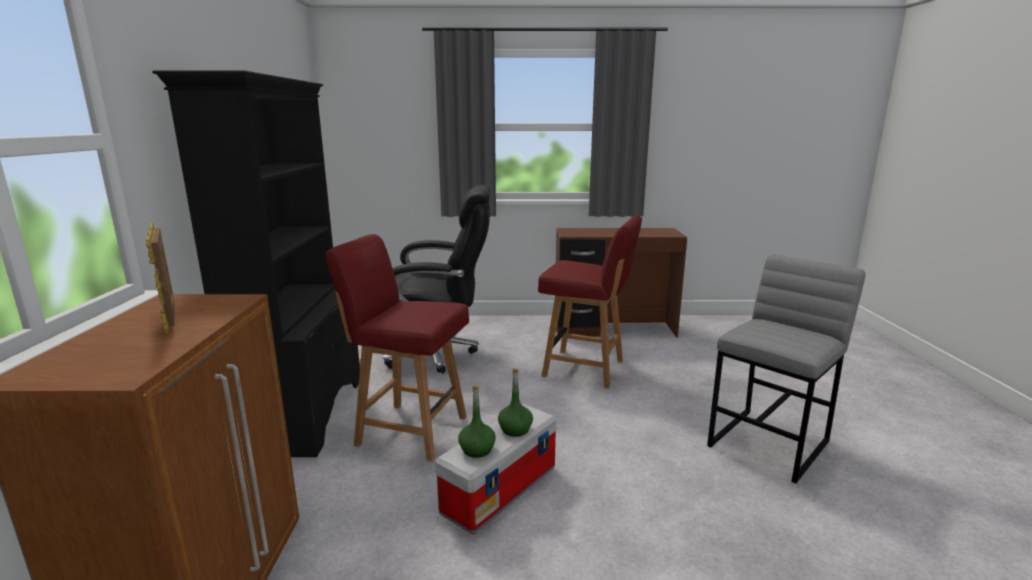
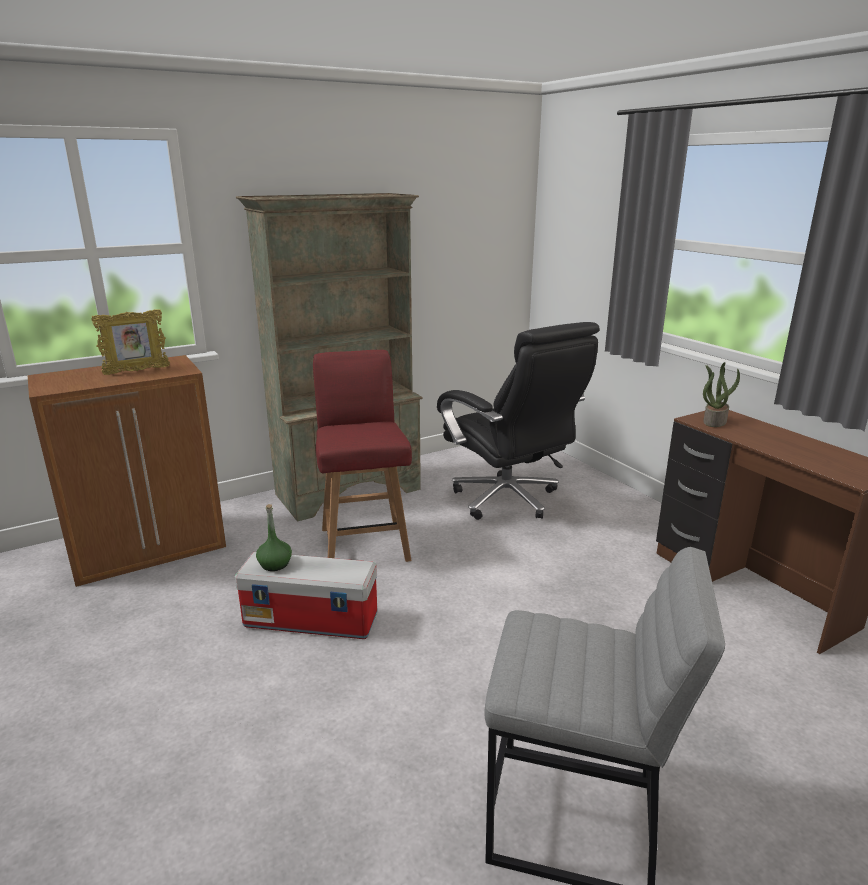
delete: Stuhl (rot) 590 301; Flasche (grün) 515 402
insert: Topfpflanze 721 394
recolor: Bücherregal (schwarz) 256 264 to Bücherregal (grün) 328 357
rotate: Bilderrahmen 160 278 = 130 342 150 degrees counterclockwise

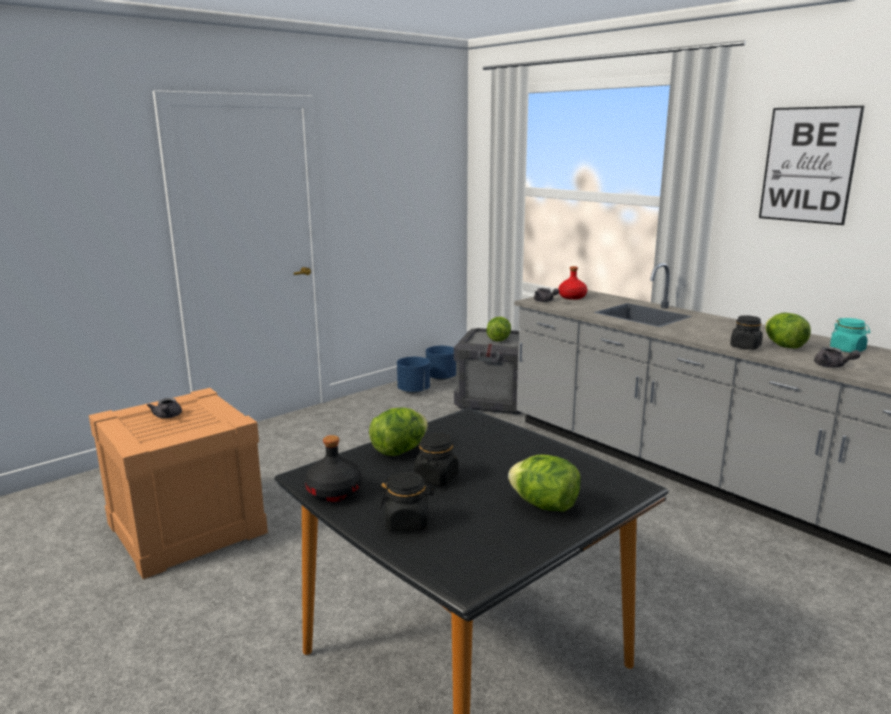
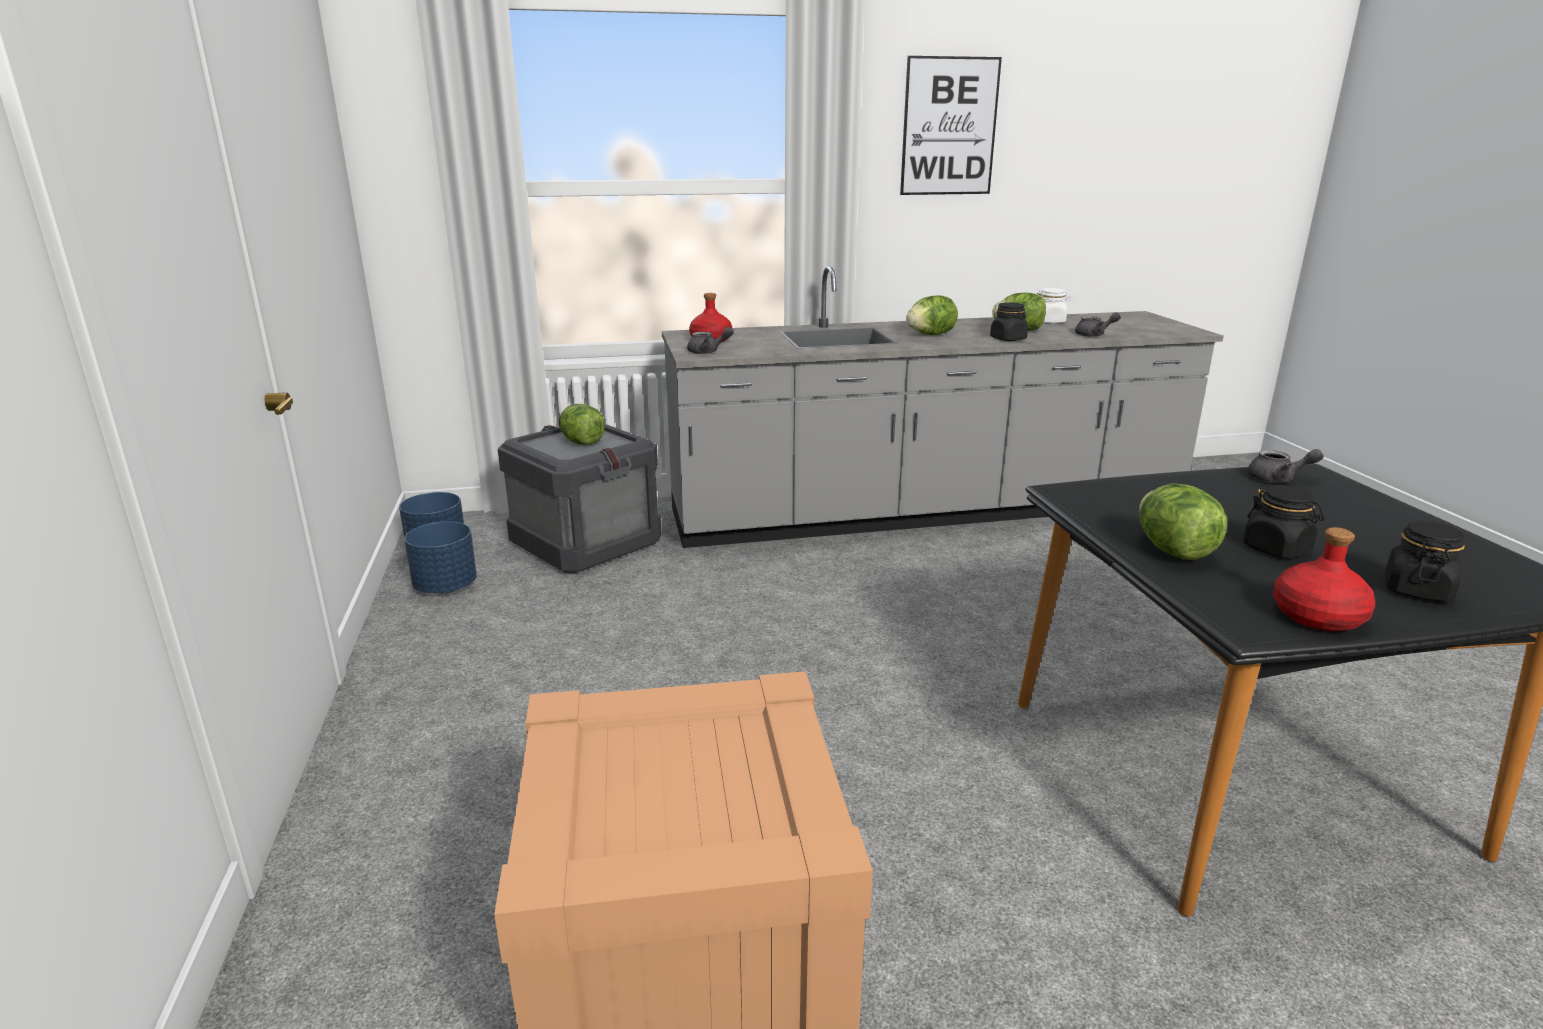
move: Teekanne (grau) 164 408 to 1285 466; Salatkopf 544 483 to 932 315
recolor: Vorratsglas (türkis) 850 335 to Vorratsglas (weiß) 1054 306; Flasche (schwarz) 333 468 to Flasche (rot) 1324 579

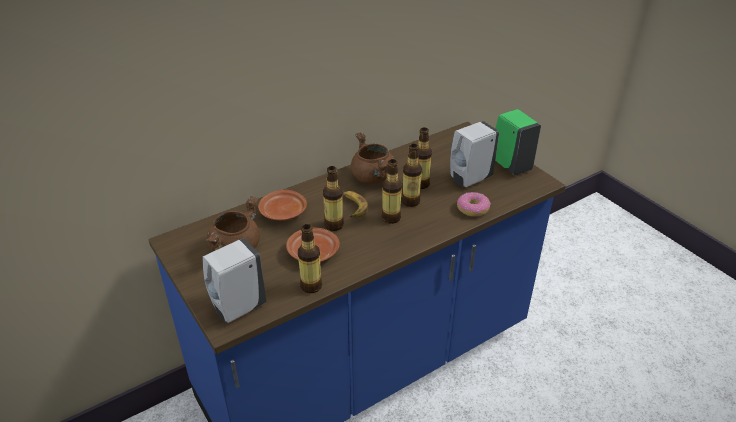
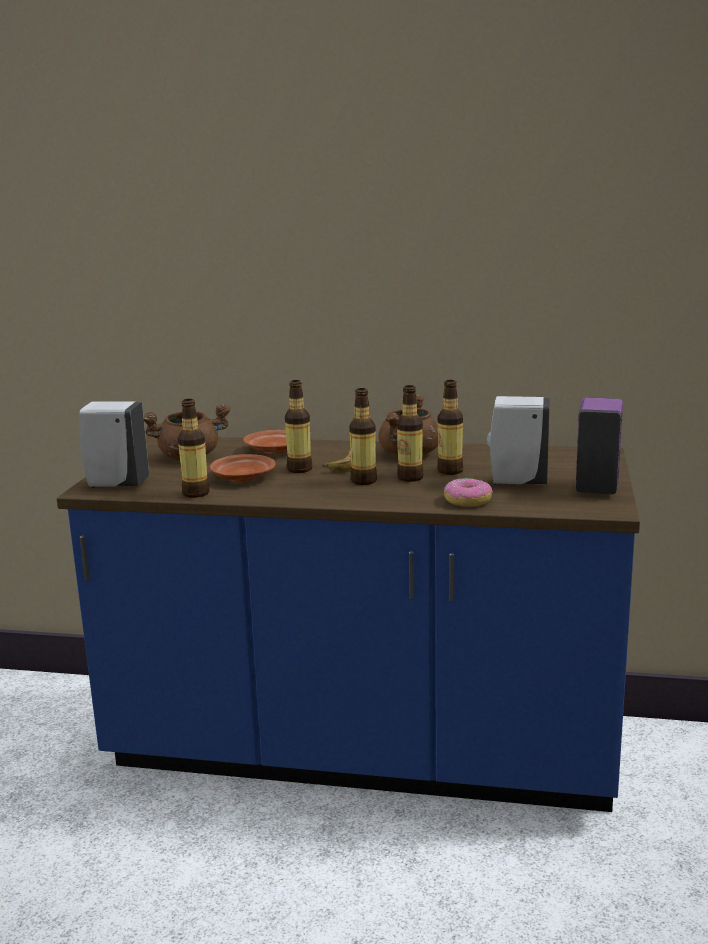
recolor: Seifenspender (grün) 518 142 to Seifenspender (lila) 599 446

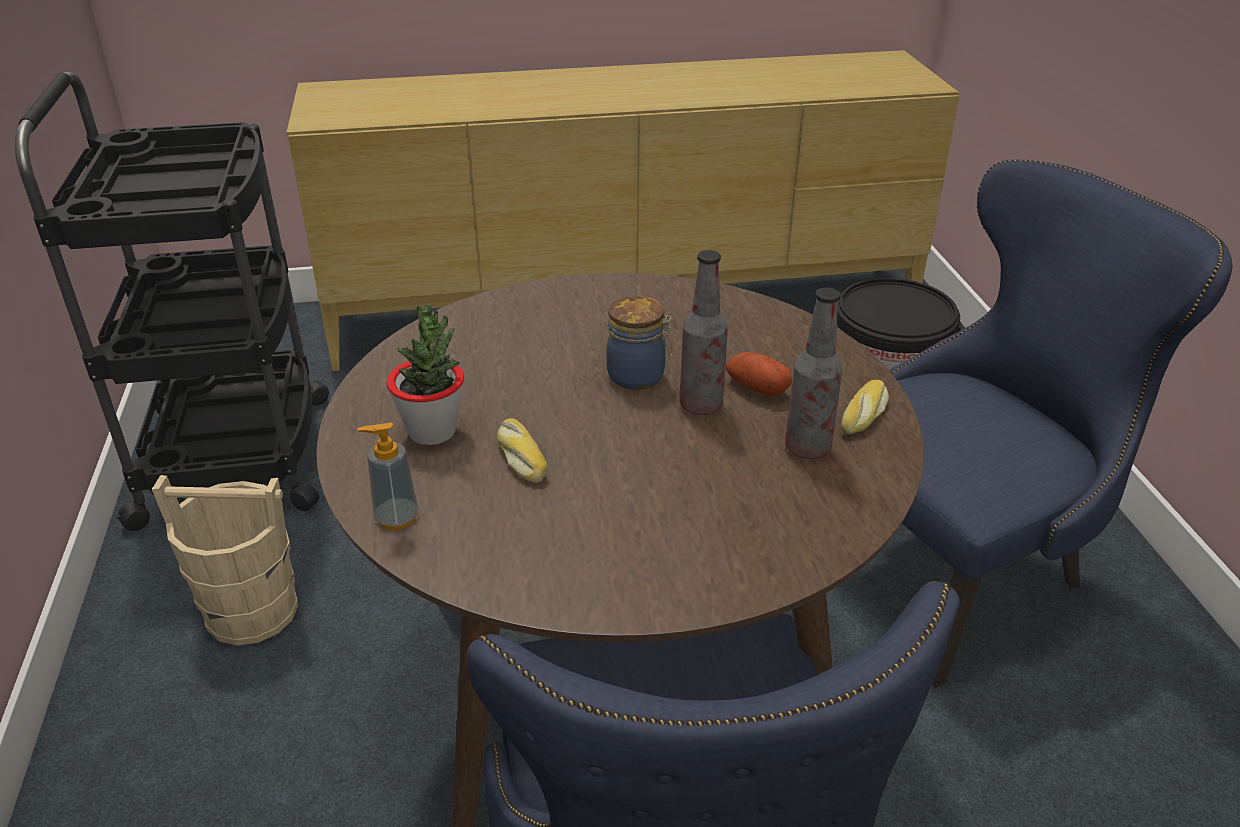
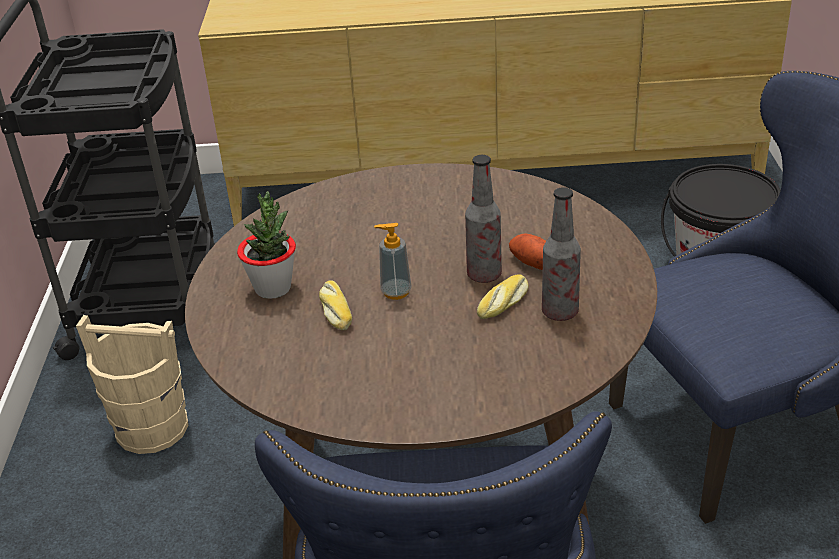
delete: Vorratsglas 639 343
move: Brot 865 407 to 503 296; Seifenspender 388 476 to 392 261

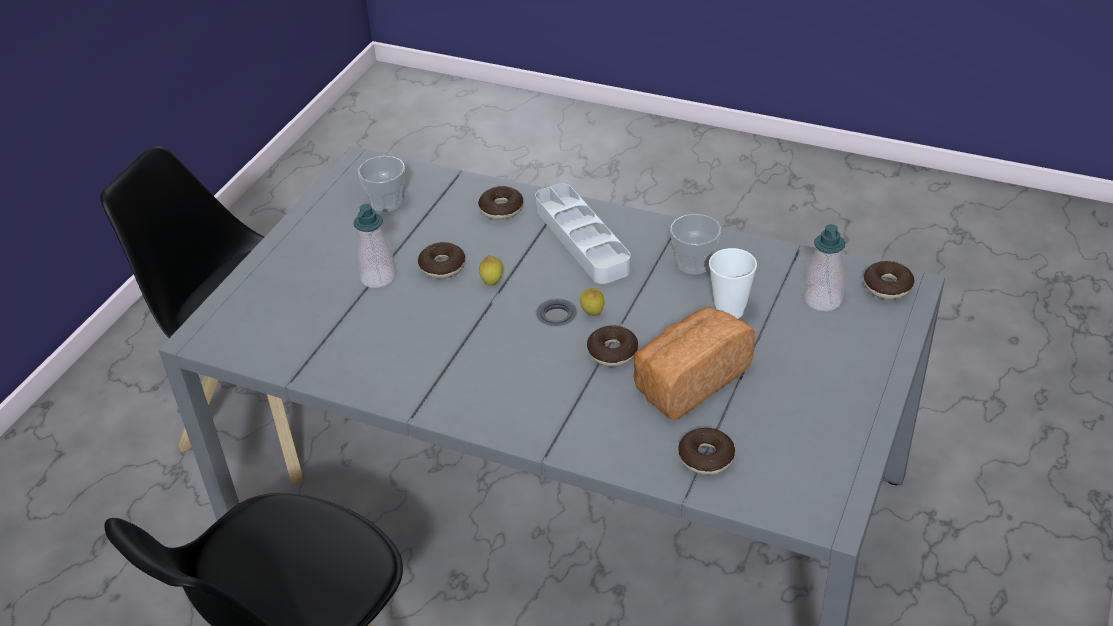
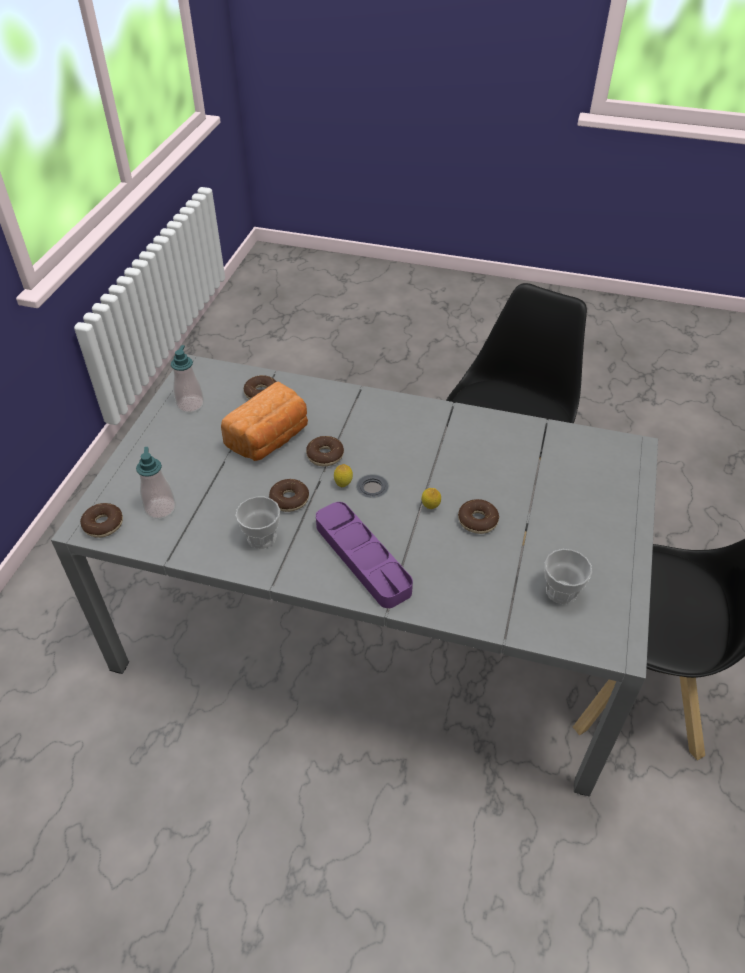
delete: Tasse 733 283
move: Donut 500 203 to 289 495; Seifenspender 374 246 to 187 379
recolor: Tablett (grau) 583 233 to Tablett (lila) 364 555

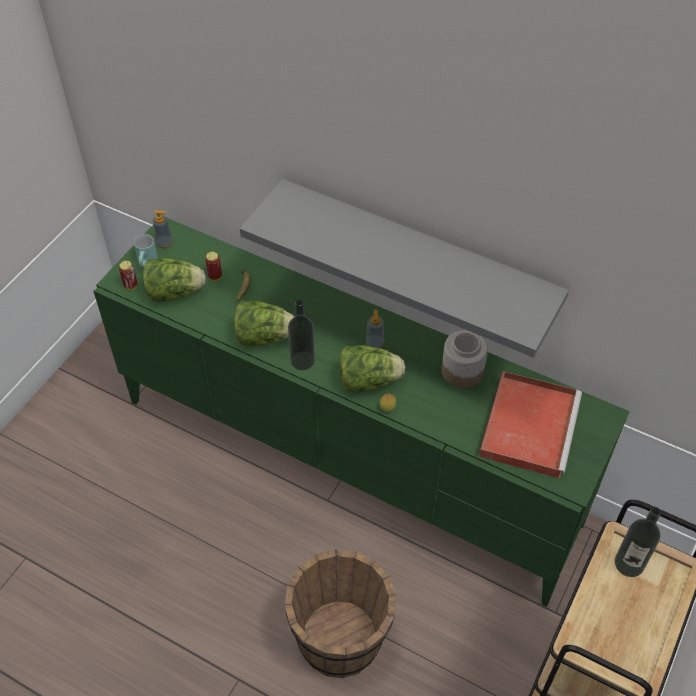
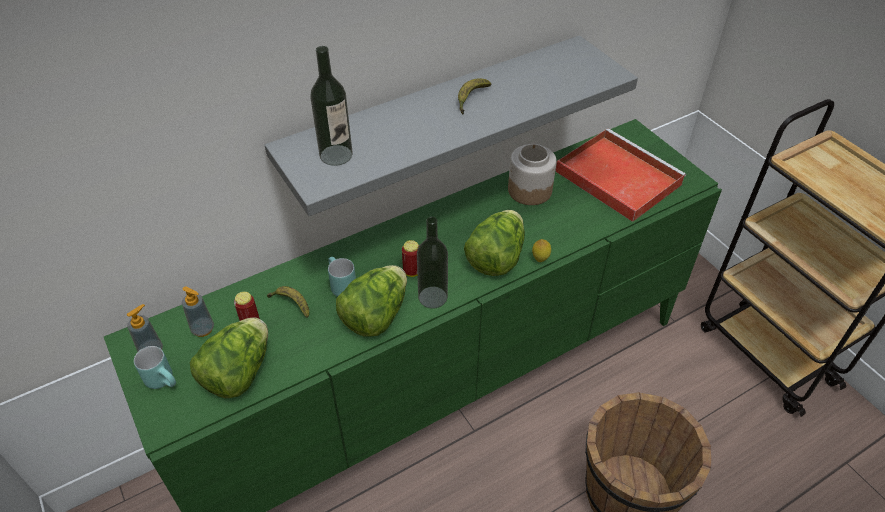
insert: Banane 475 96; Henkelbecher (türkis) 342 277
move: Dose 128 275 to 410 258; Seifenspender 375 328 to 198 311; Flasche 638 542 to 331 106

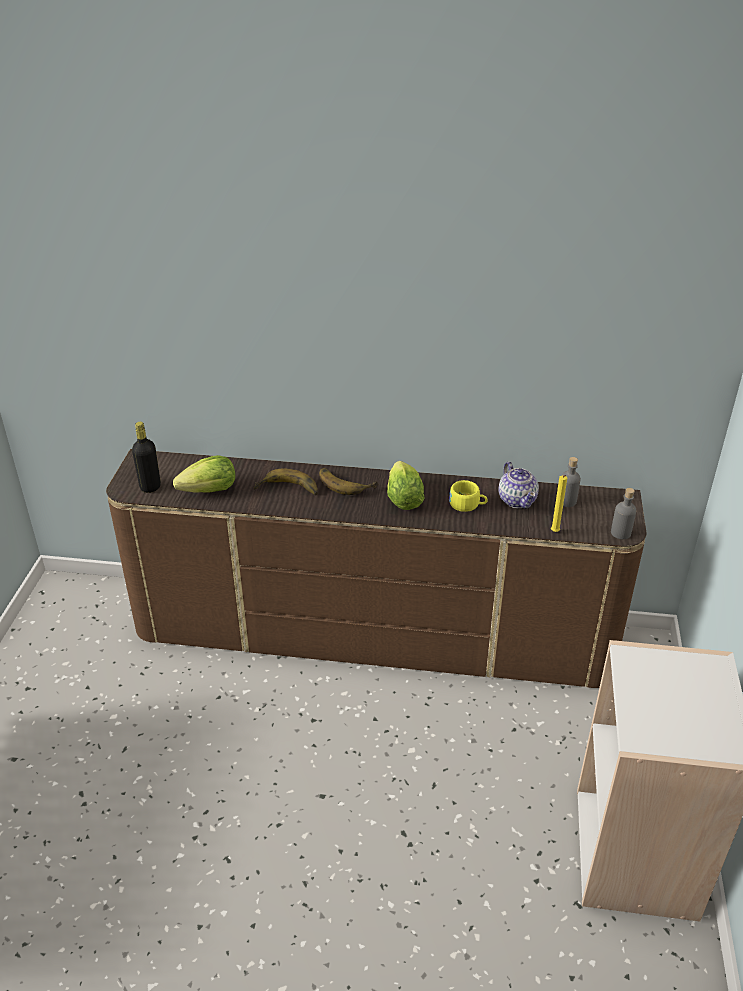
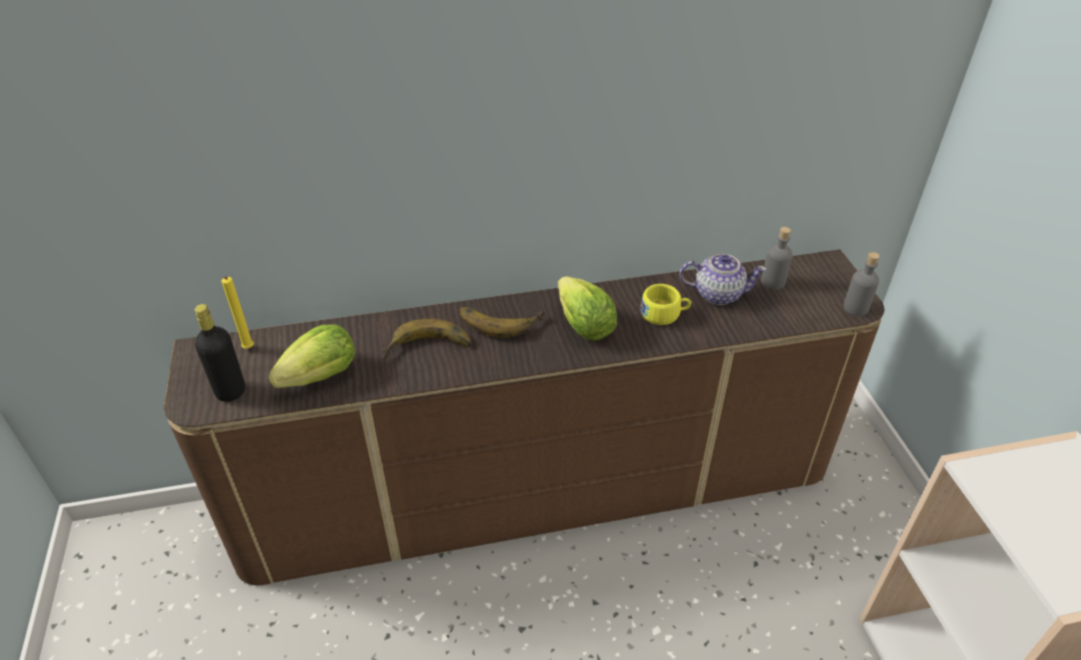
move: Kerze (gelb) 559 503 to 237 312
rotate: Teekanne 518 485 = 723 279 45 degrees counterclockwise

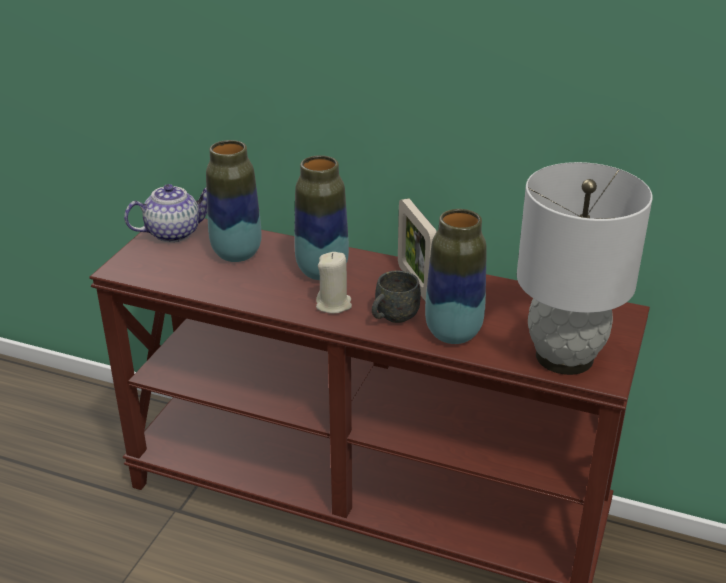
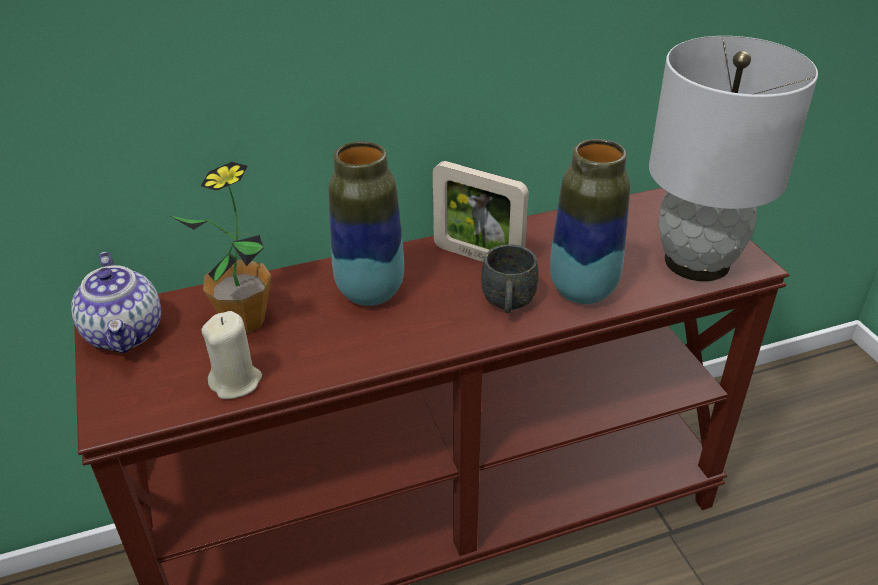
move: Kerze (beige) 334 283 to 231 355
replace: Vase 234 201 to Topfpflanze 220 247
rotate: Teekanne 165 213 = 116 303 135 degrees clockwise

